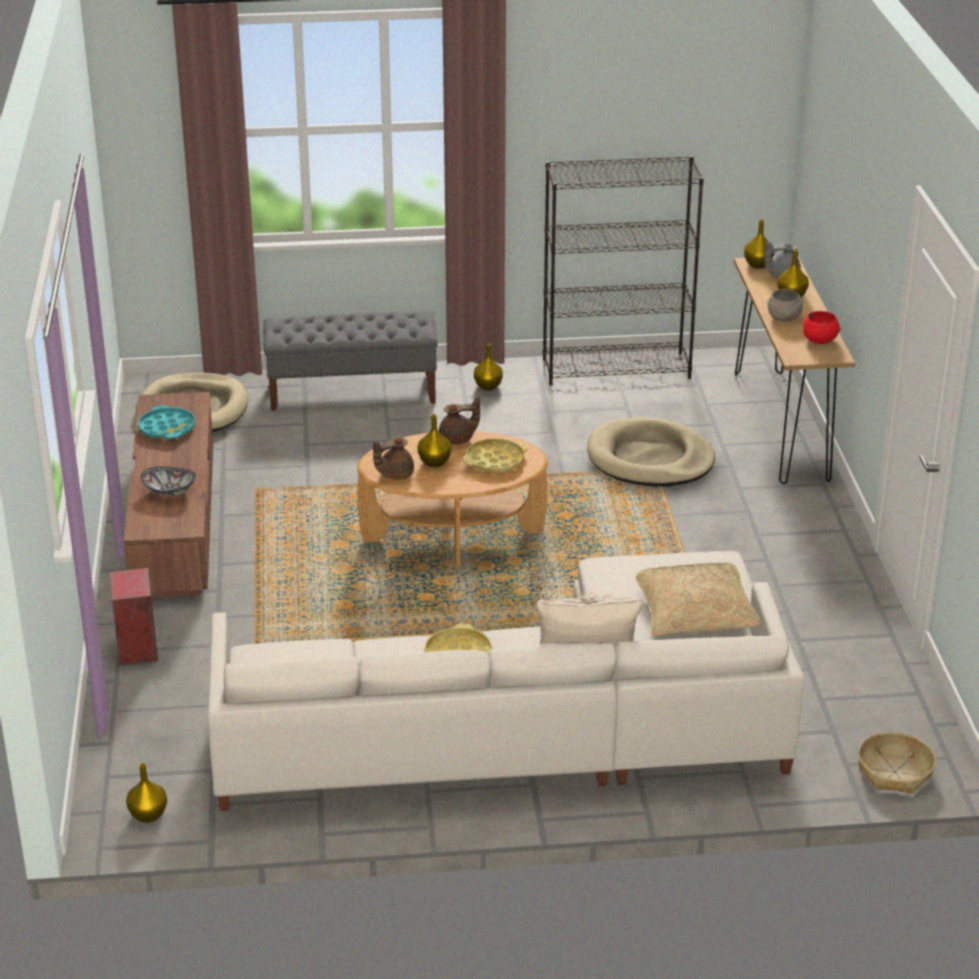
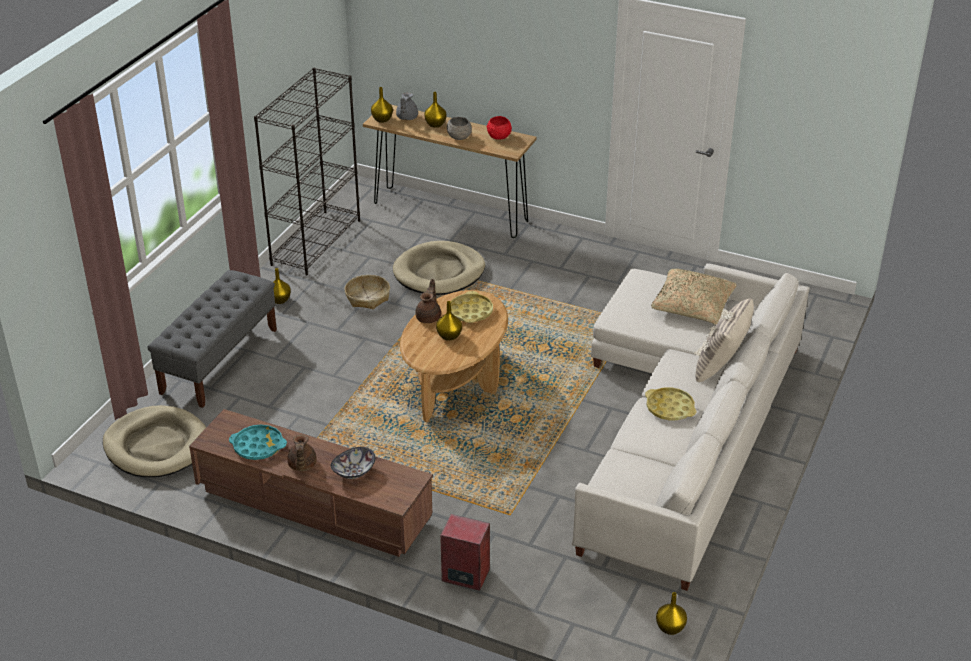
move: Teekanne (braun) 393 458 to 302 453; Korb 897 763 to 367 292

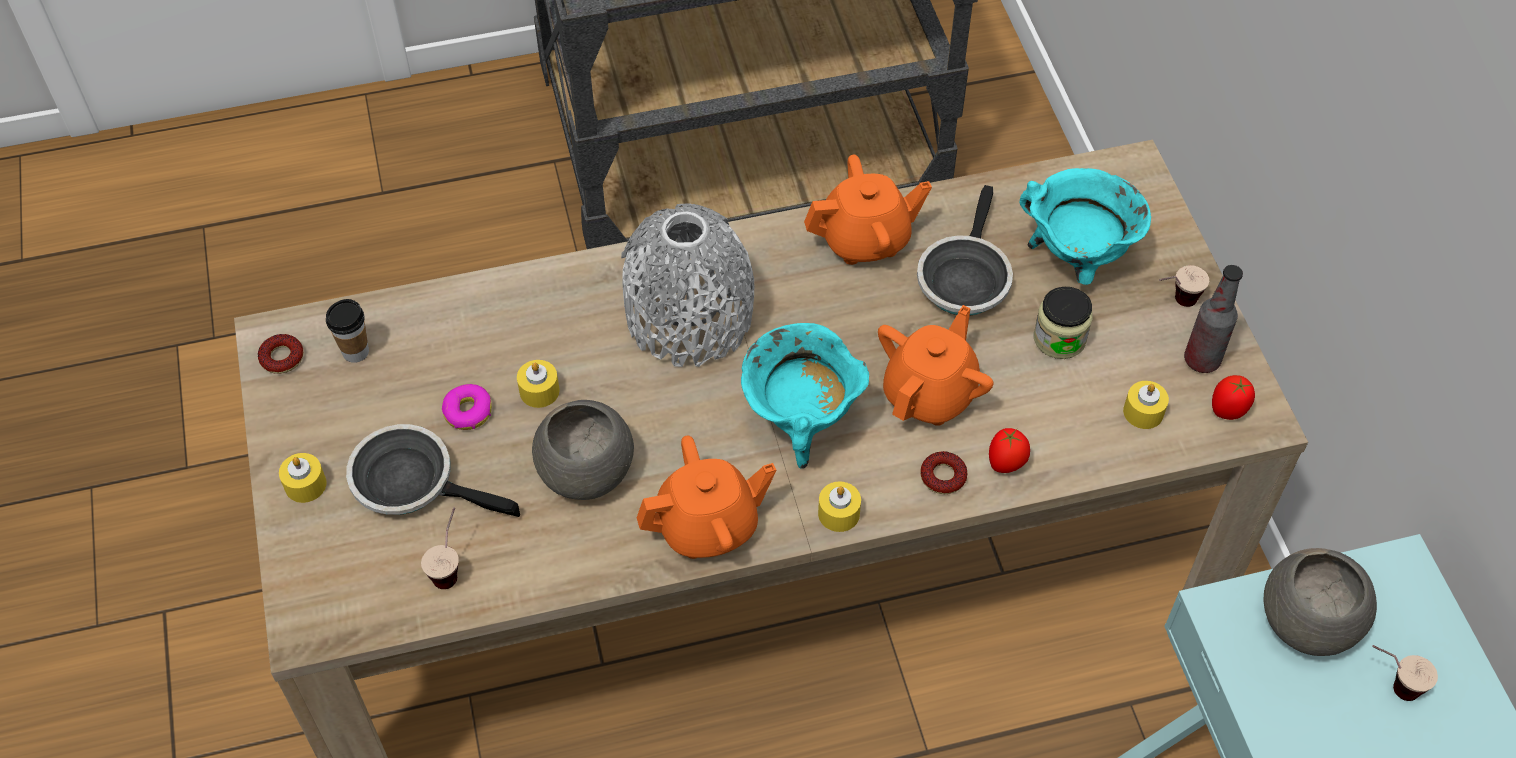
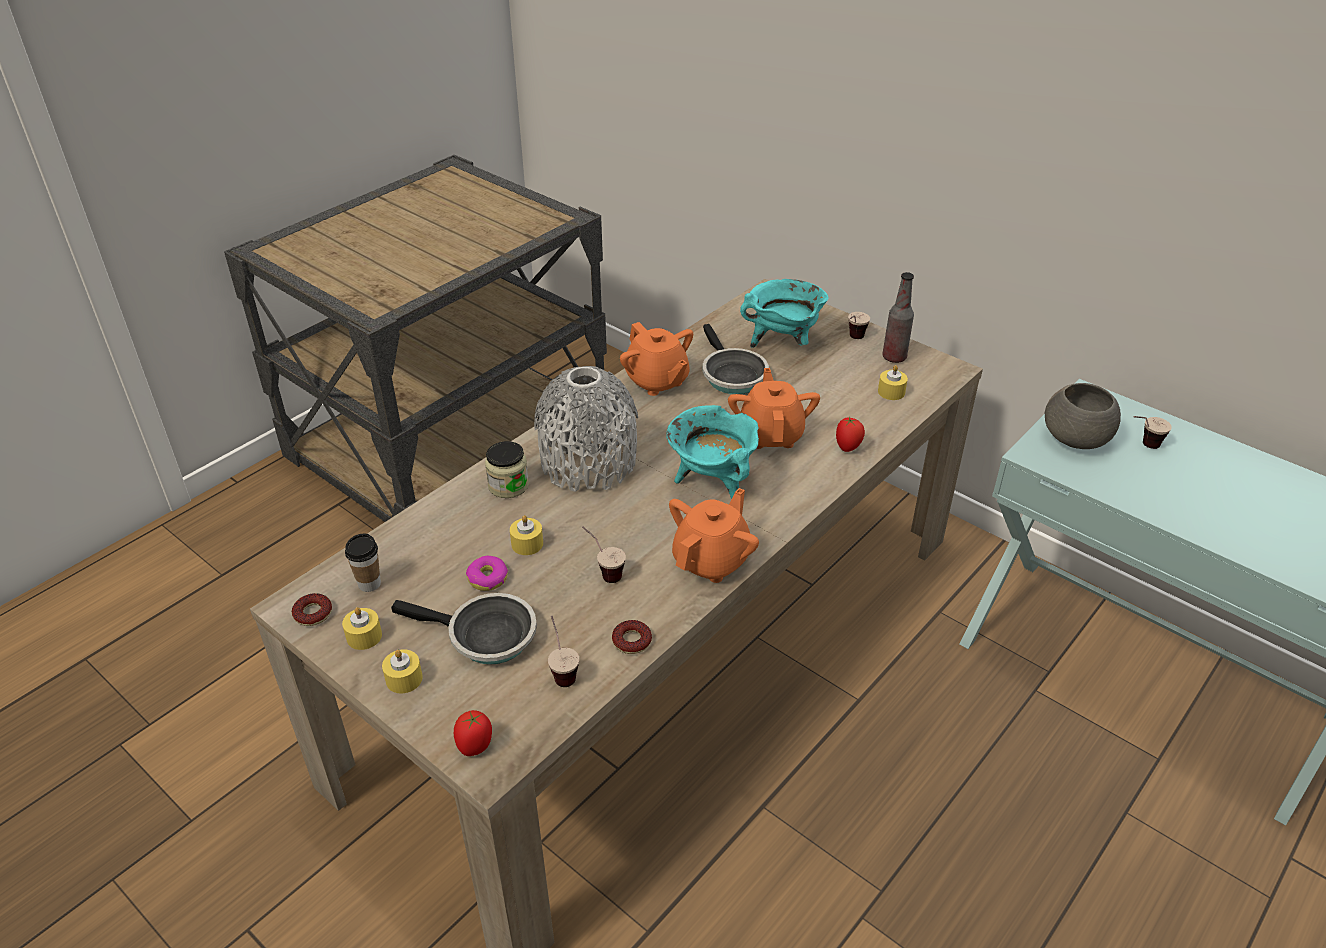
move: Vorratsglas 1063 323 to 507 469; Tomate 1233 397 to 473 733; Donut 943 472 to 632 637; Kerze (gelb) 839 506 to 362 628
replace: Schüssel (grau) 583 450 to Tasse 604 554
rotate: Teekanne (orange) 868 210 = 656 359 105 degrees clockwise; Pfanne 433 470 = 464 629 150 degrees counterclockwise

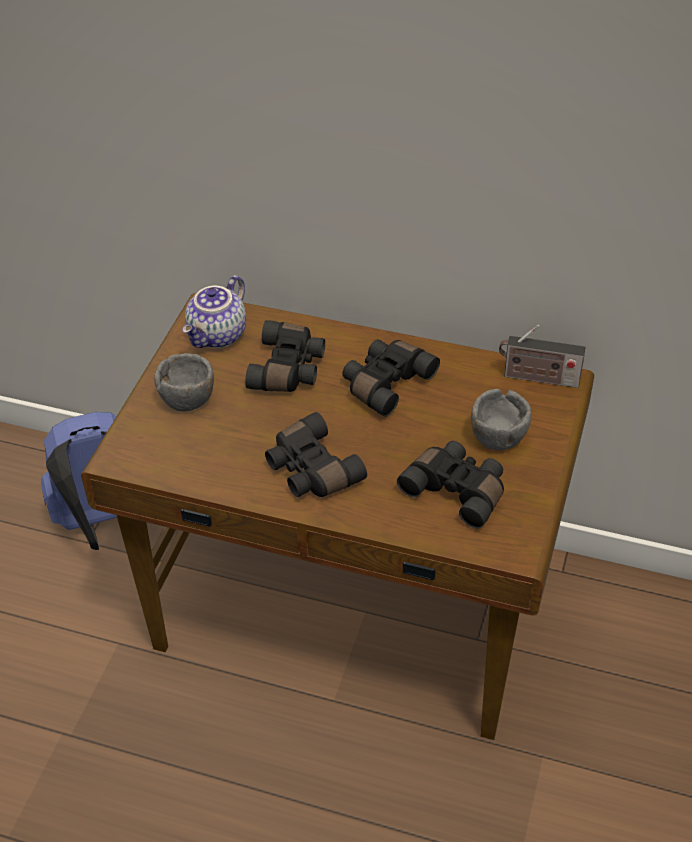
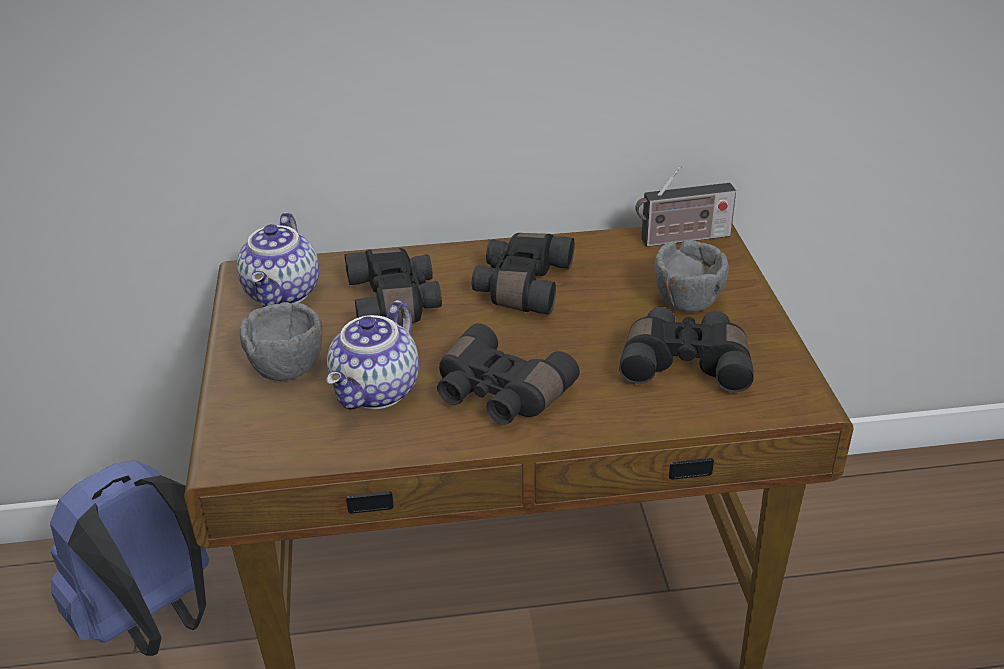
insert: Teekanne 372 354

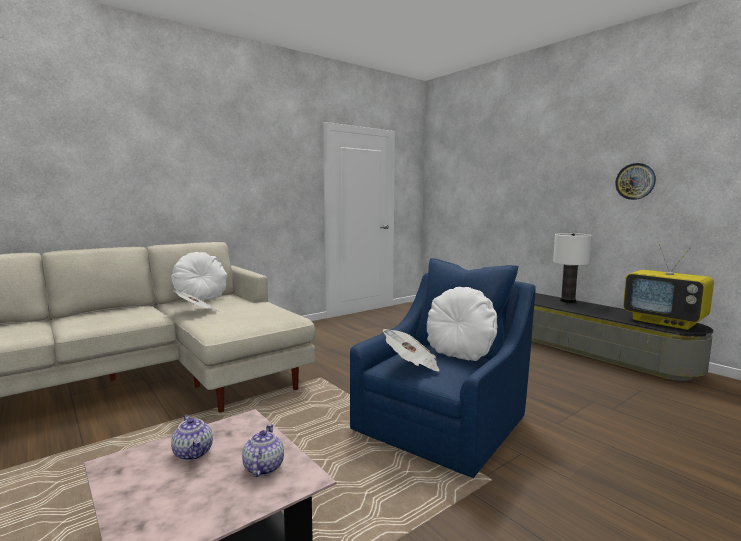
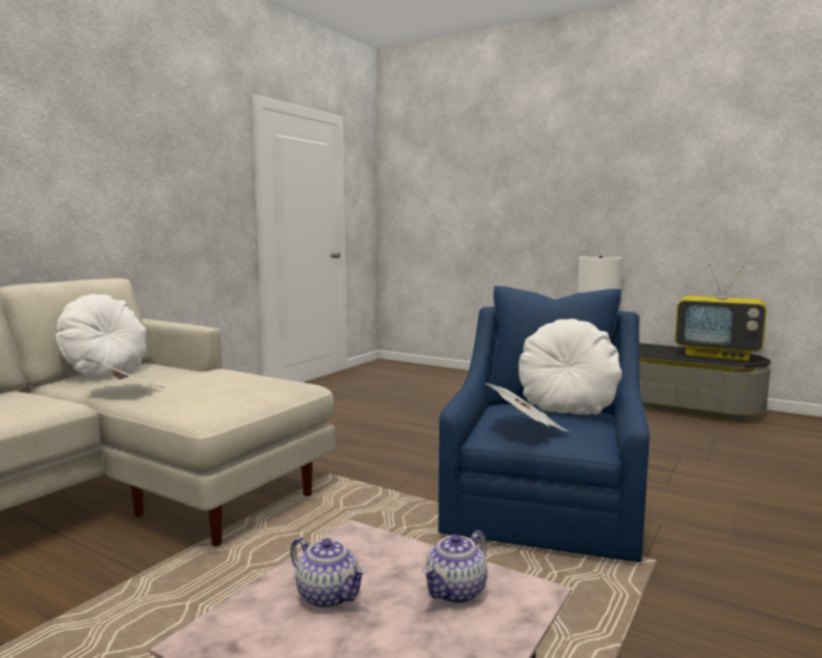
delete: Wanduhr 635 181
rotate: Teekanne 263 450 = 455 567 120 degrees counterclockwise

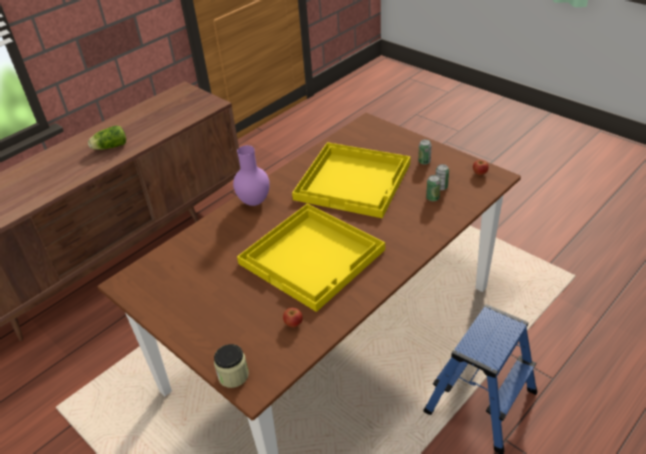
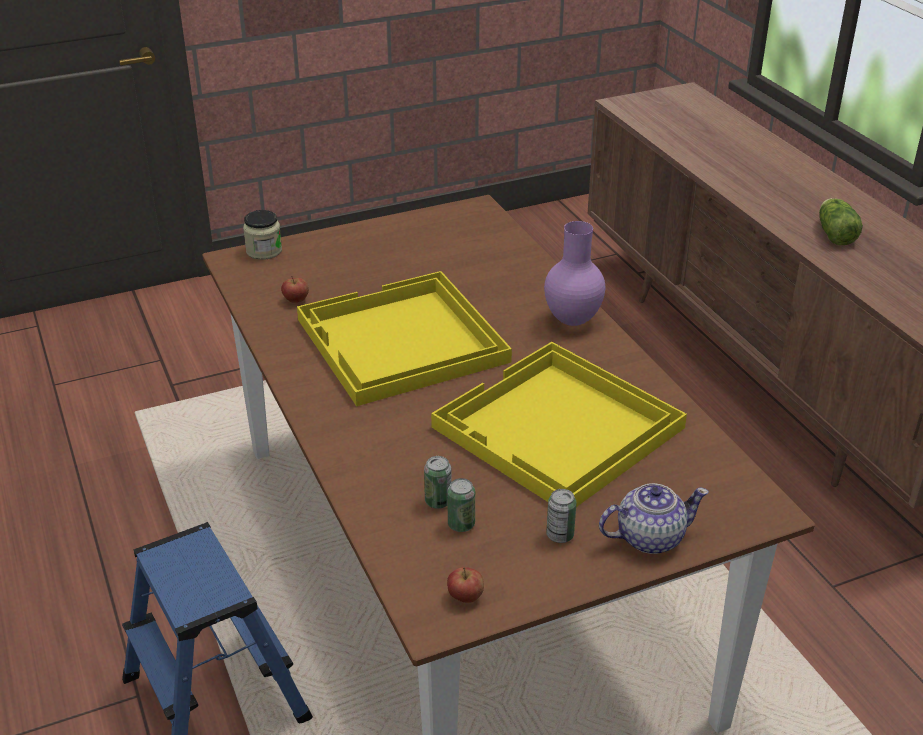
insert: Teekanne 654 518

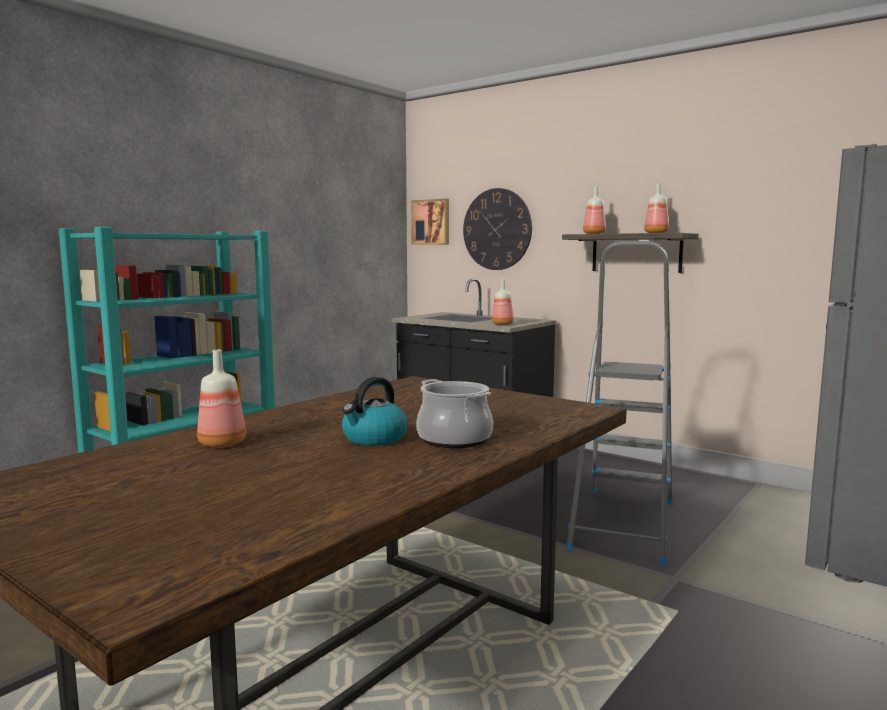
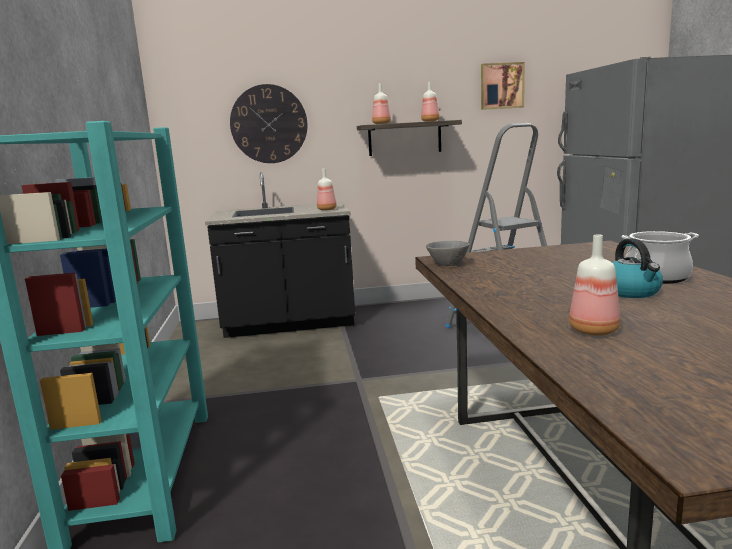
insert: Schüssel (grau) 448 253
move: Bild 430 222 to 503 86

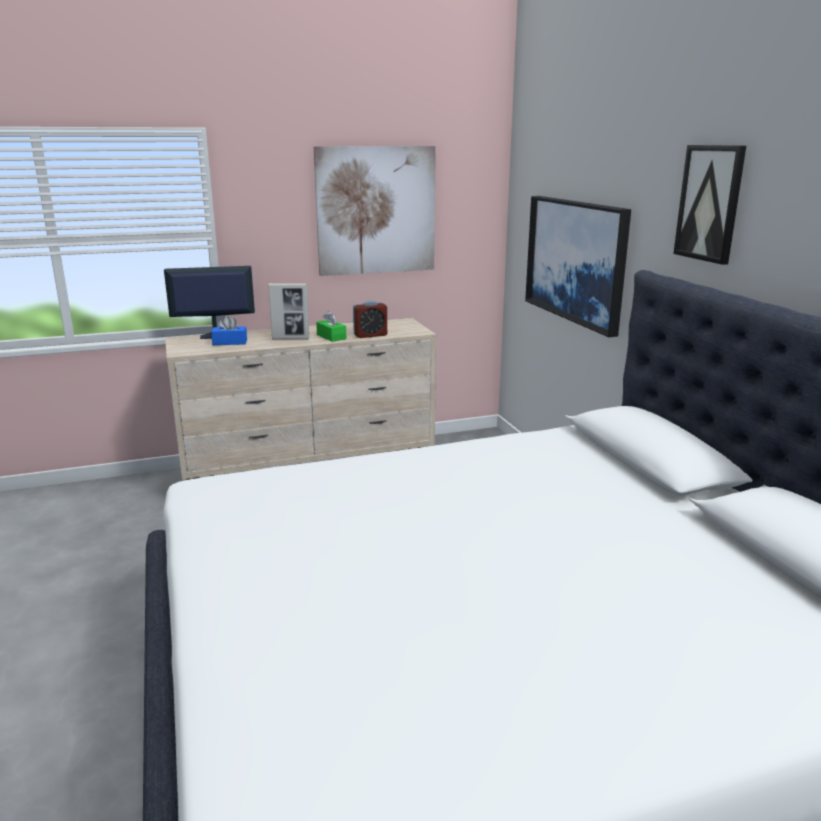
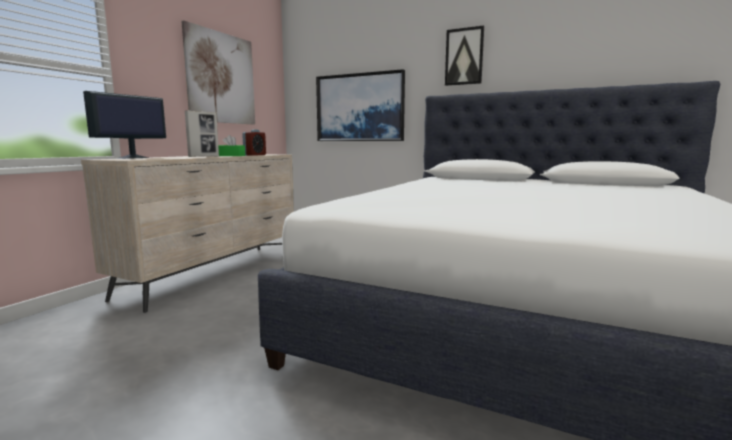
delete: Taschentuchbox (blau) 229 330

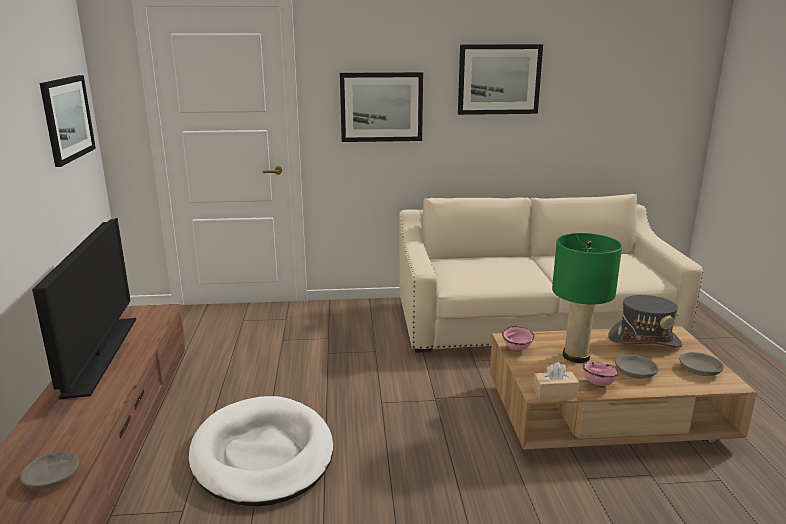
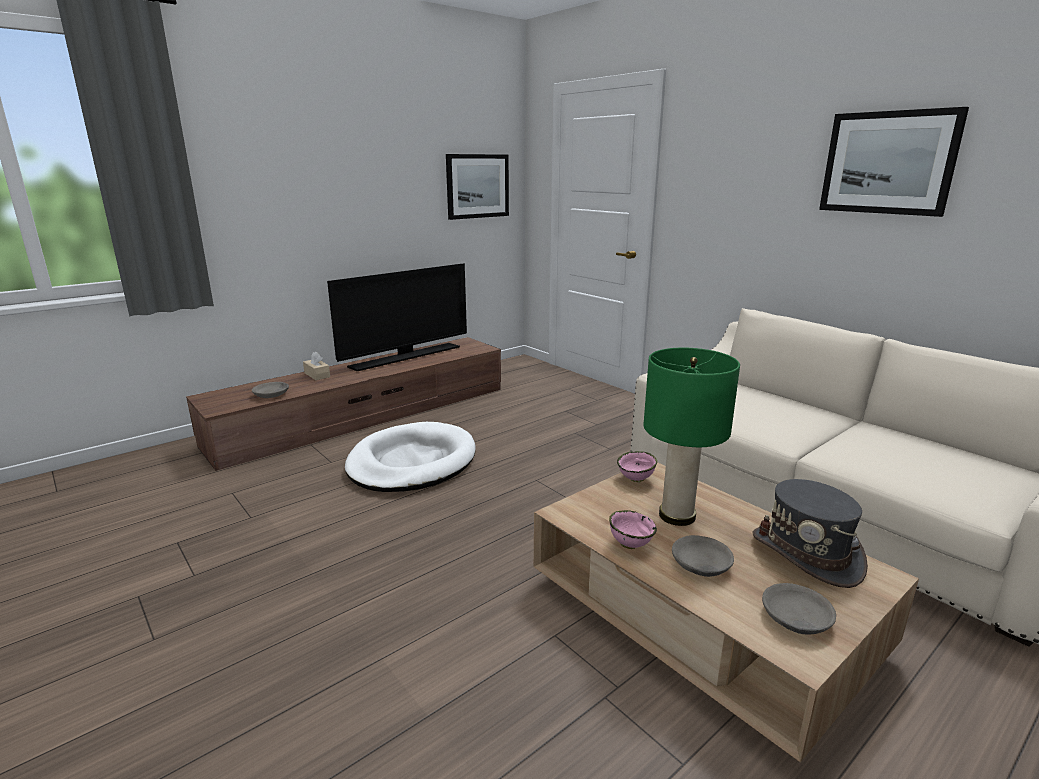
delete: Bild 381 107
move: Taschentuchbox (beige) 556 380 to 316 365

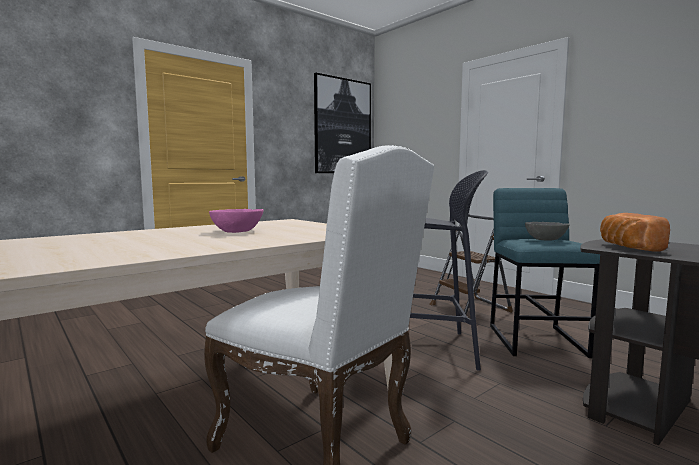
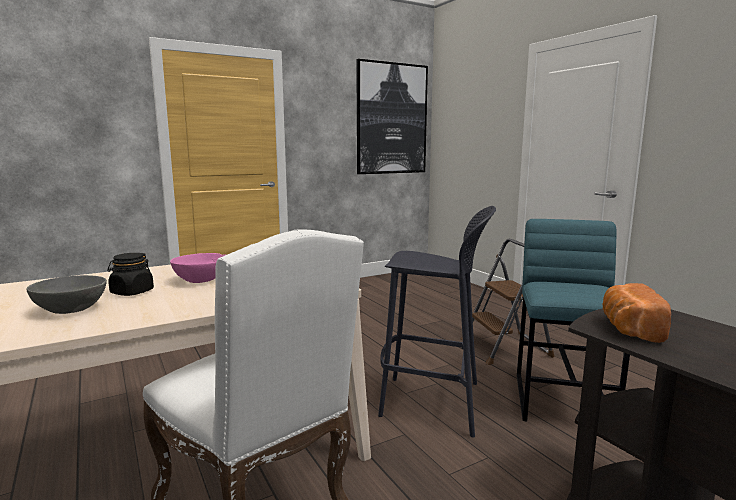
insert: Vorratsglas (schwarz) 130 274
move: Schüssel (grau) 547 231 to 66 294

